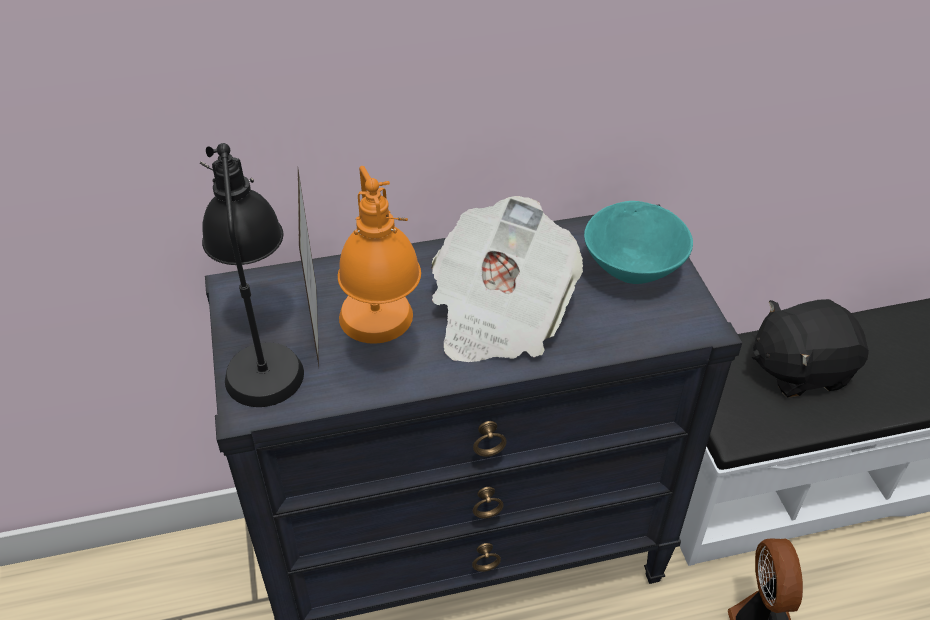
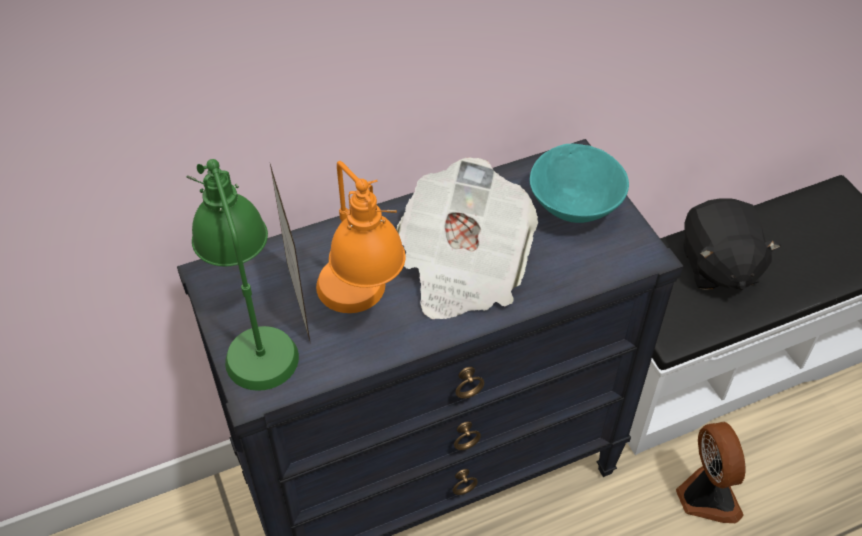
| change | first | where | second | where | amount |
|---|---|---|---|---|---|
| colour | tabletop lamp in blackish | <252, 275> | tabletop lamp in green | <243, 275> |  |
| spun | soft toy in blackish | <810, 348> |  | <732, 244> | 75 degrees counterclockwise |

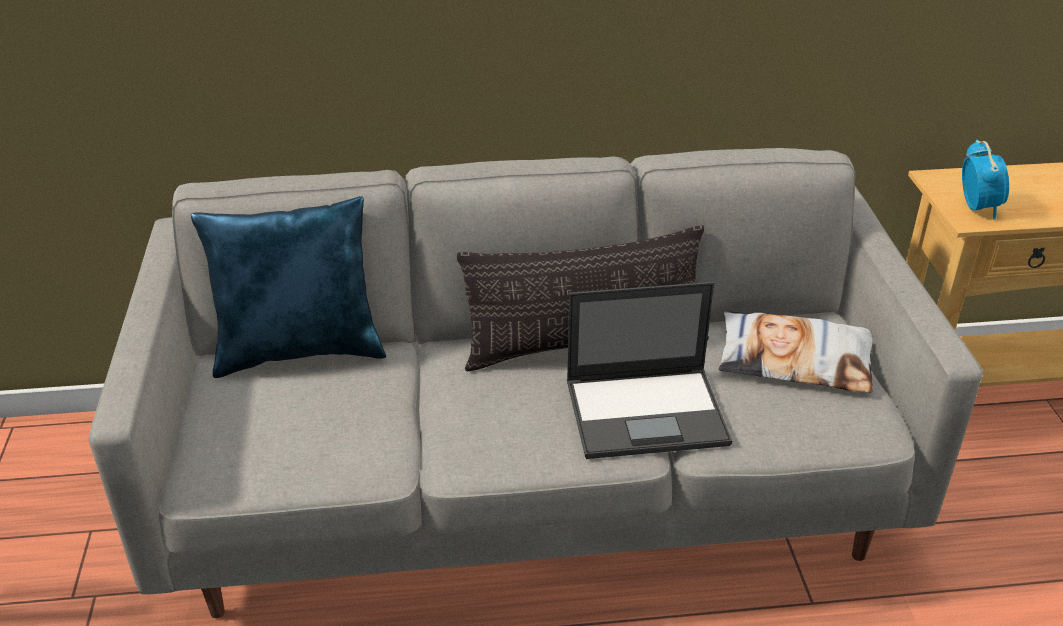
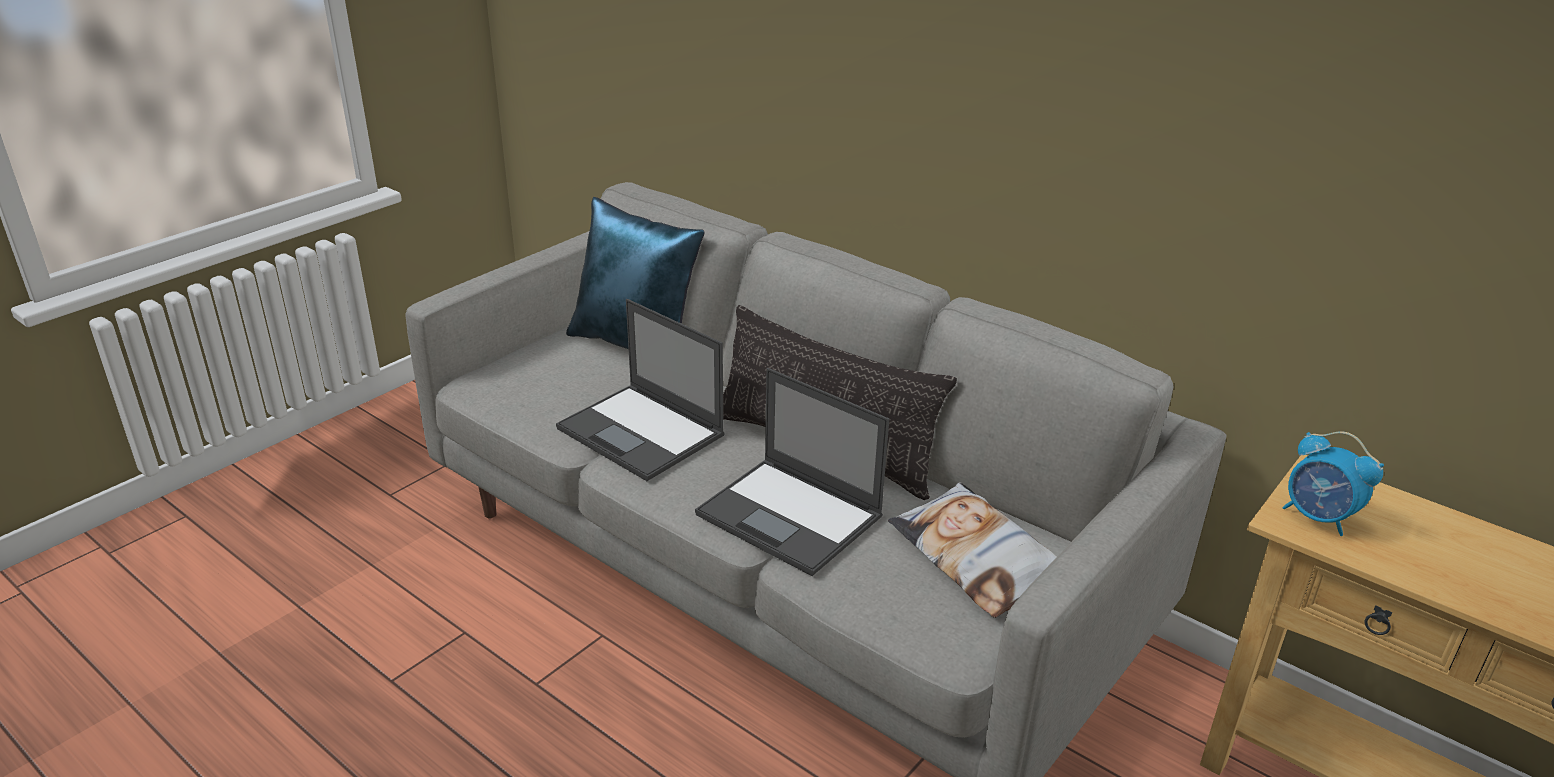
| change | first | where | second | where | amount |
|---|---|---|---|---|---|
| spun | alarm clock | <985, 180> |  | <1333, 483> | 90 degrees clockwise |
| appeared |  |  | notebook computer | <640, 390> |  |

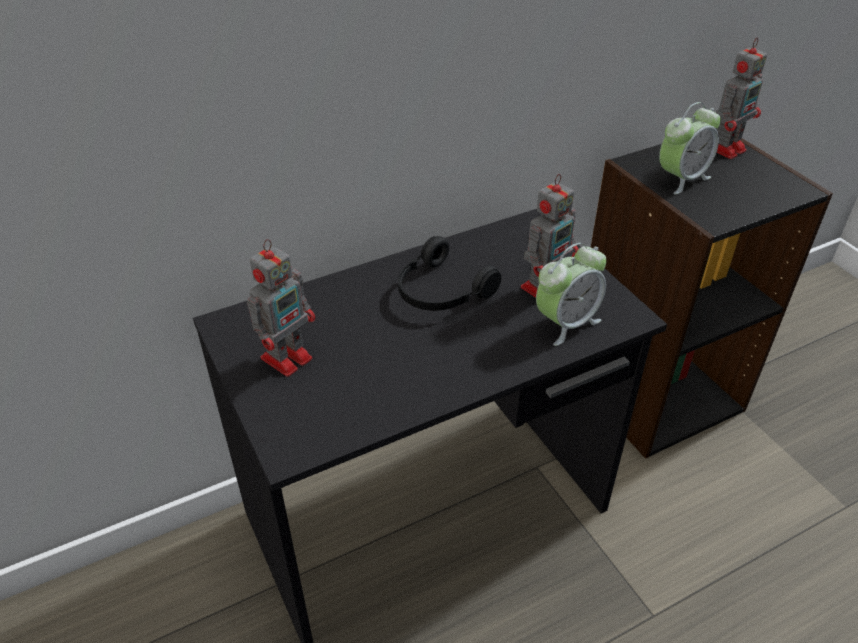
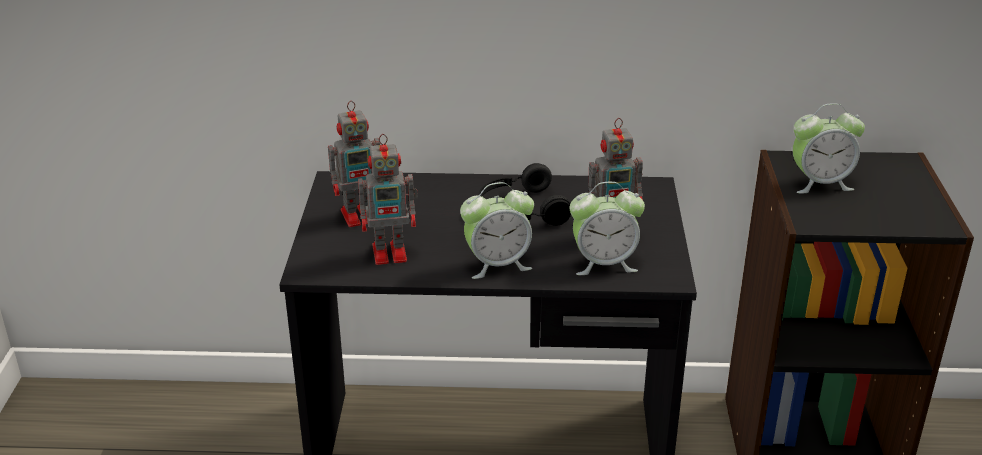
| change | first | where | second | where | amount |
|---|---|---|---|---|---|
| relocated | robot figure | <741, 98> |  | <388, 199> |  |
| appeared |  |  | alarm clock | <497, 230> |  |

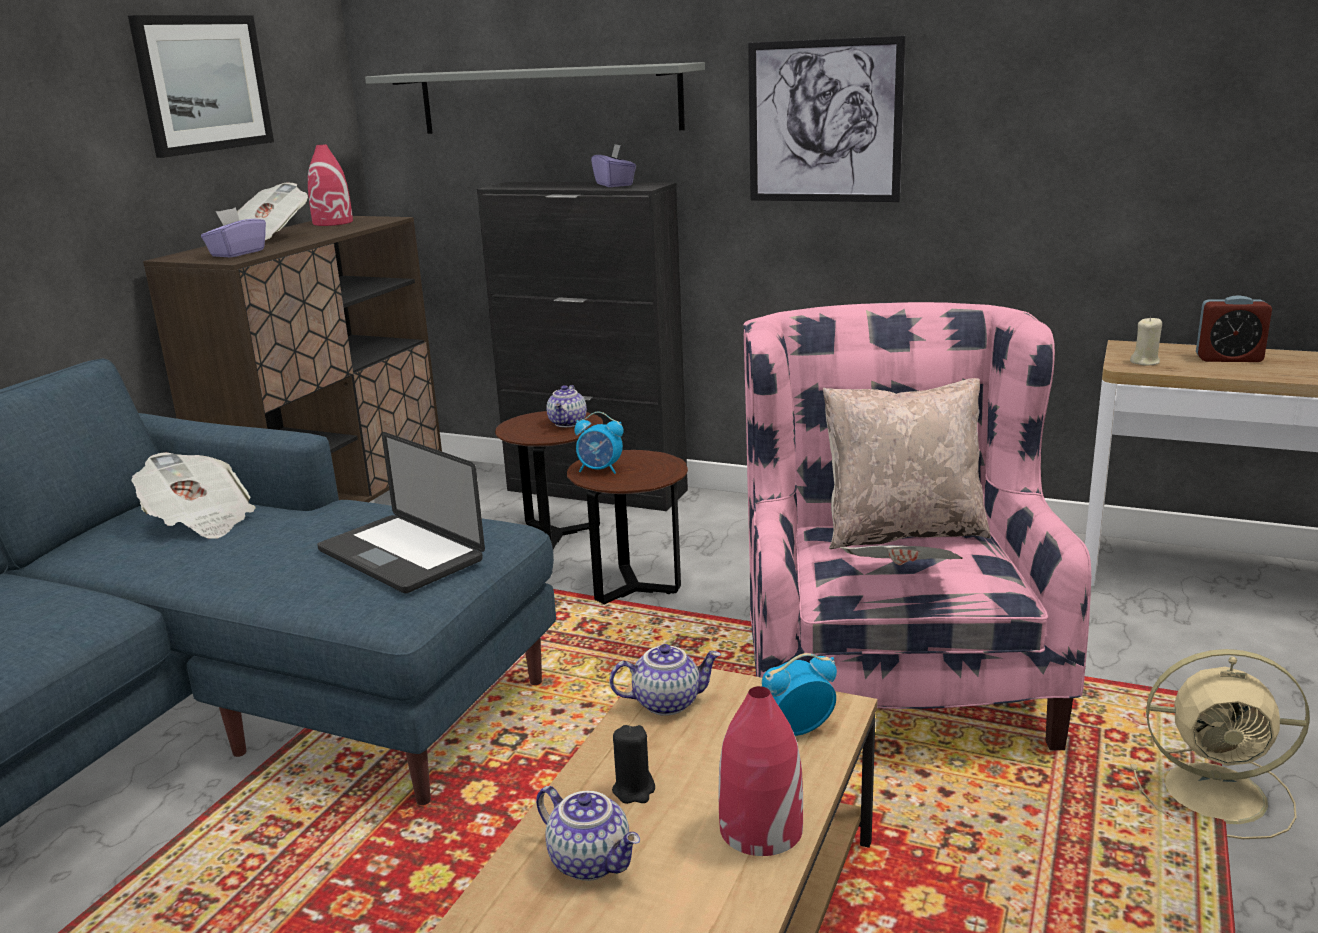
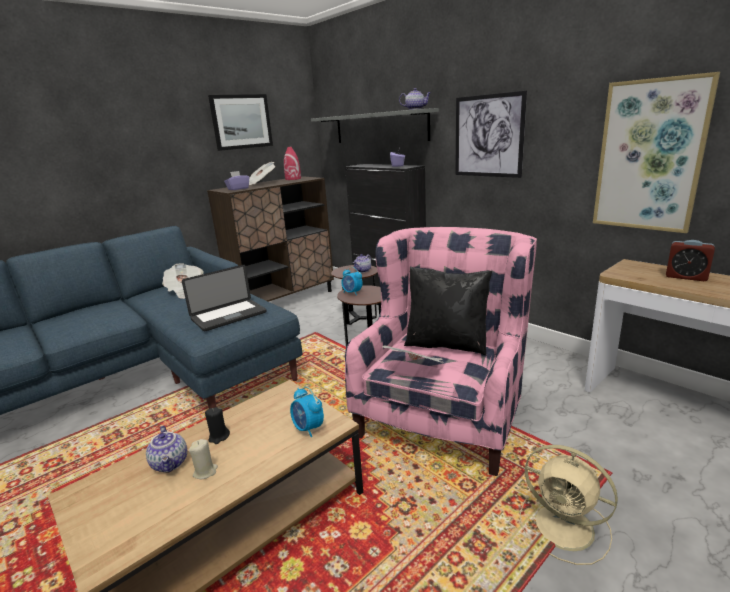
| change | first | where | second | where | amount |
|---|---|---|---|---|---|
| spun | notebook computer | <401, 512> |  | <224, 298> | 105 degrees counterclockwise |
| relocated | tea pot | <665, 680> |  | <415, 99> |  |
| missing | vase in red | <760, 771> |  |  |  |
| spun | alarm clock | <799, 694> |  | <307, 412> | 135 degrees counterclockwise |
| colour | throw pillow in sand-coloured | <907, 463> | throw pillow in blackish | <448, 311> |  |
| relocated | candle in sand-coloured | <1146, 341> |  | <203, 459> |  |
| appeared |  |  | wall picture | <656, 152> |  |

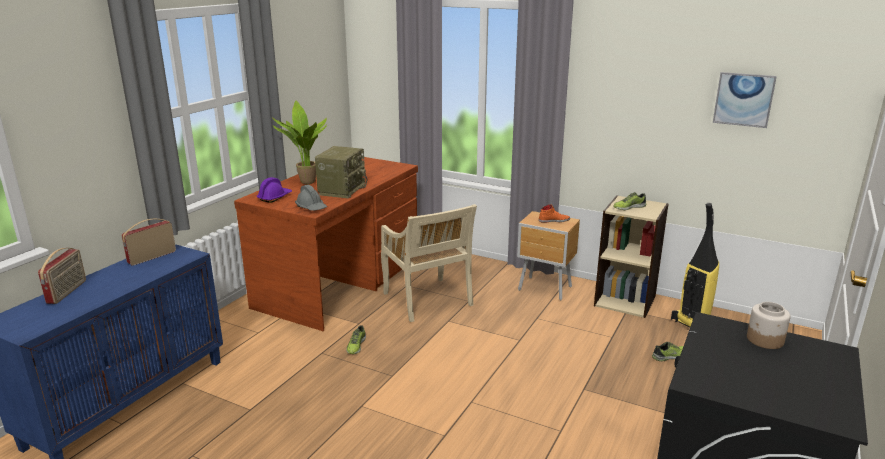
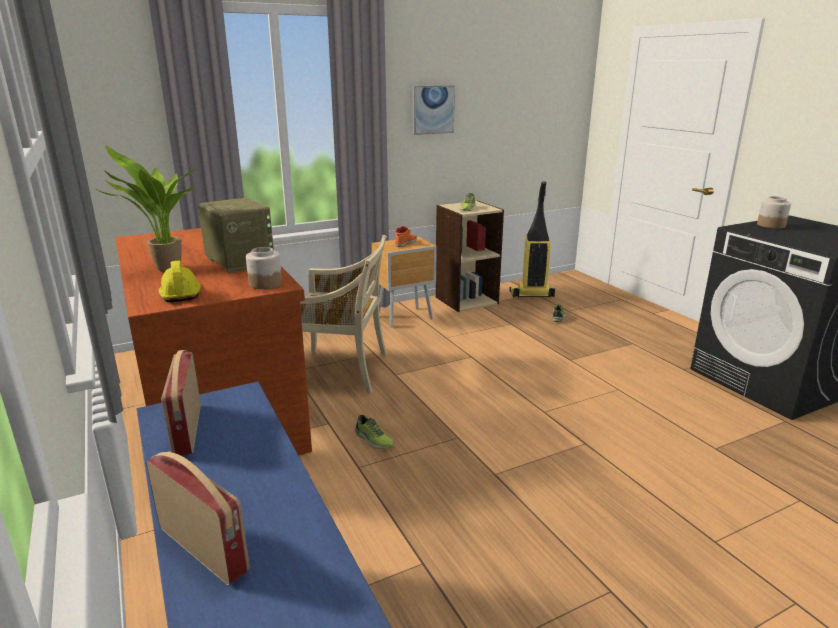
| change | first | where | second | where | amount |
|---|---|---|---|---|---|
| colour | hard hat in purple-coloured | <274, 190> | hard hat in yellow-coloured | <180, 281> |  |
| exchanged | hard hat in greyish | <311, 198> | jar | <264, 268> |  |
| relocated | wall picture | <745, 100> |  | <434, 110> |  |

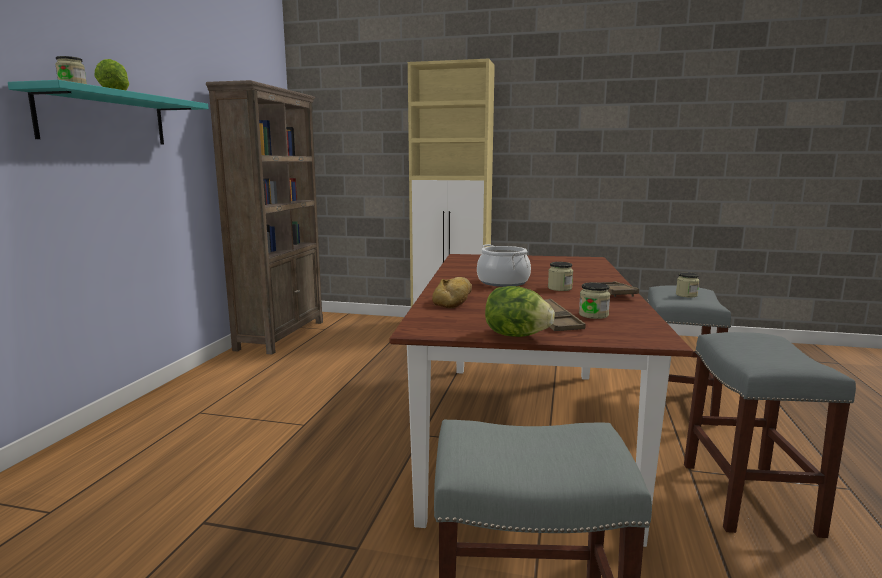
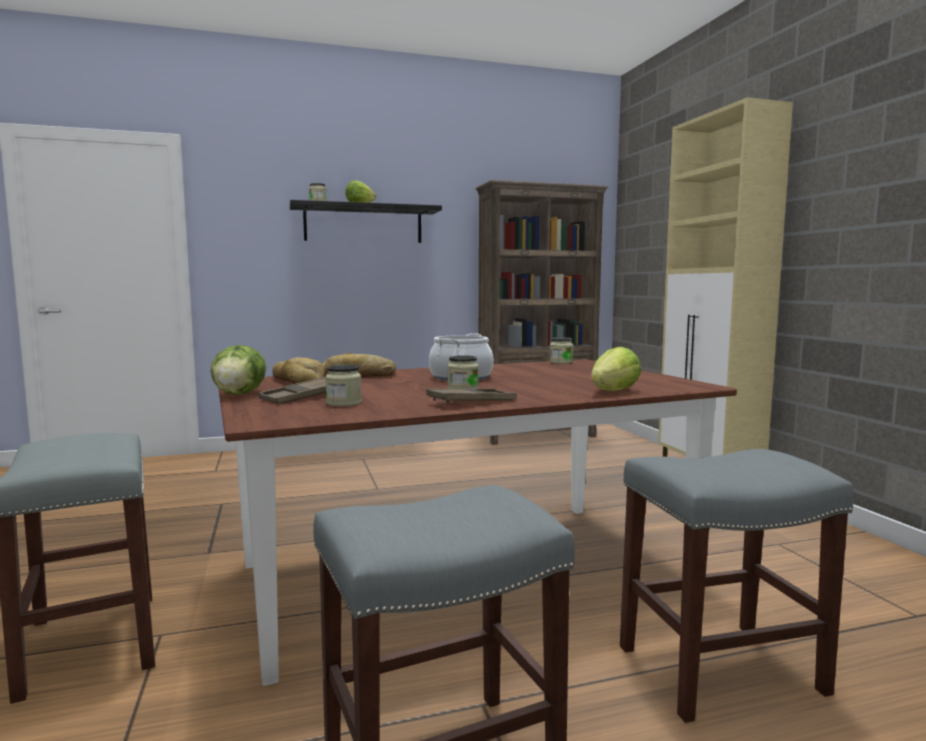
| change | first | where | second | where | amount |
|---|---|---|---|---|---|
| colour | bracket shelf in blue-green | <108, 112> | bracket shelf in blackish | <365, 221> |  |
| relocated | jar | <687, 284> |  | <561, 350> |  |
| appeared |  |  | bakery bread | <298, 370> |  |
| appeared |  |  | lettuce | <616, 369> |  |

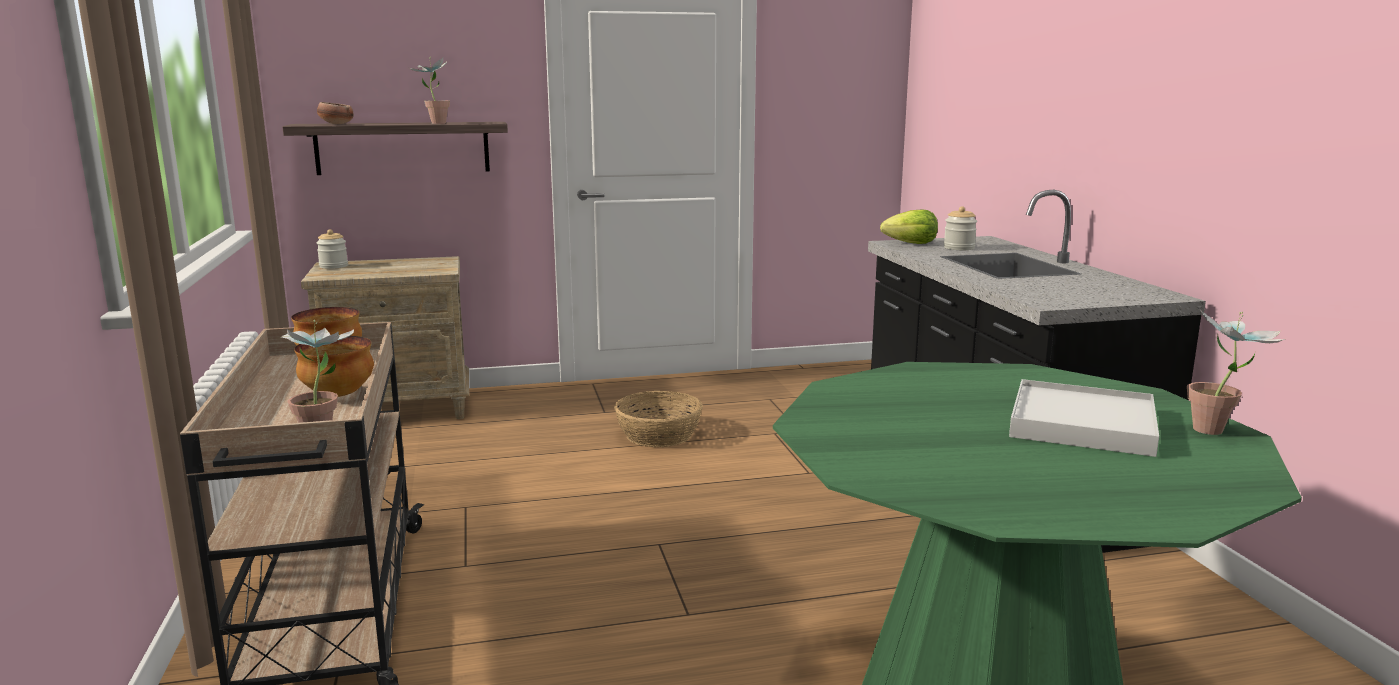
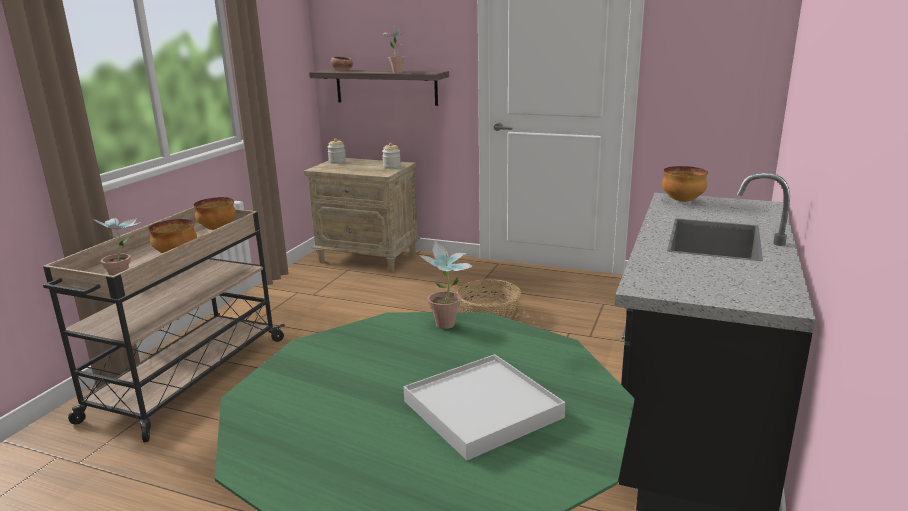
| change | first | where | second | where | amount |
|---|---|---|---|---|---|
| exchanged | lettuce | <909, 227> | serving bowl | <685, 184> |  |
| relocated | jar | <960, 228> |  | <391, 156> |  |
| relocated | plant in a pot | <1236, 371> |  | <446, 284> |  |

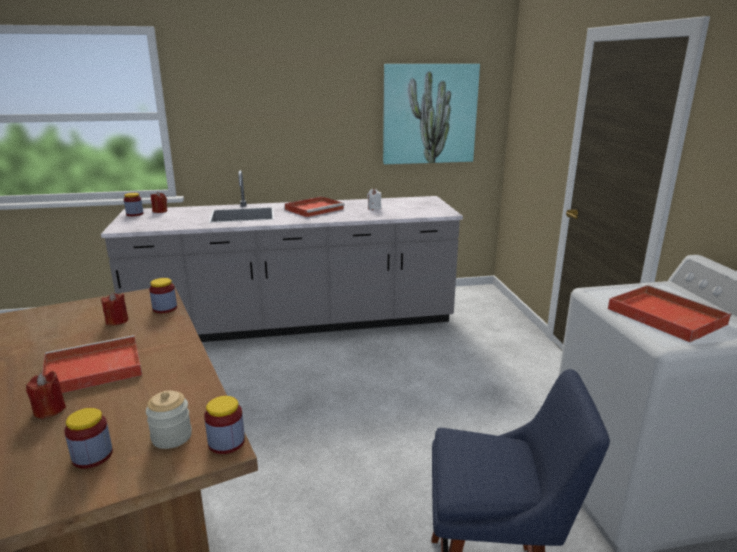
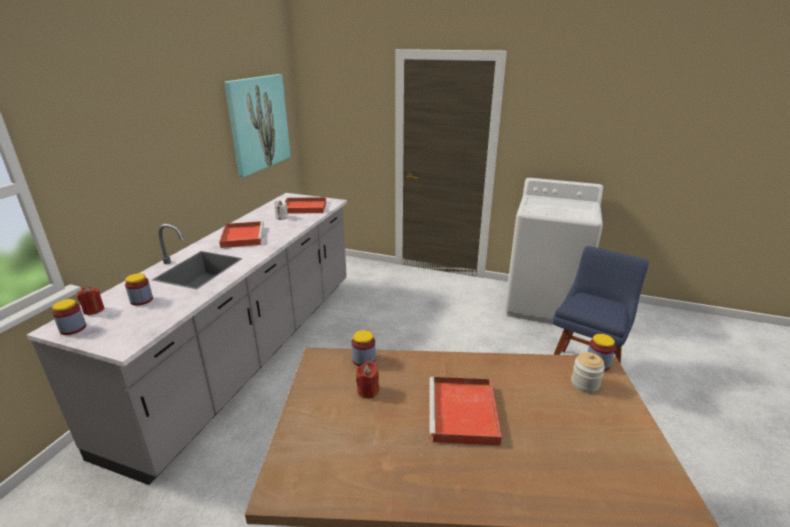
| change | first | where | second | where | amount |
|---|---|---|---|---|---|
| missing | candle in red | <46, 395> |  |  |  |
| relocated | jar | <88, 438> |  | <139, 289> |  |
| relocated | serving tray in red | <670, 313> |  | <305, 205> |  |

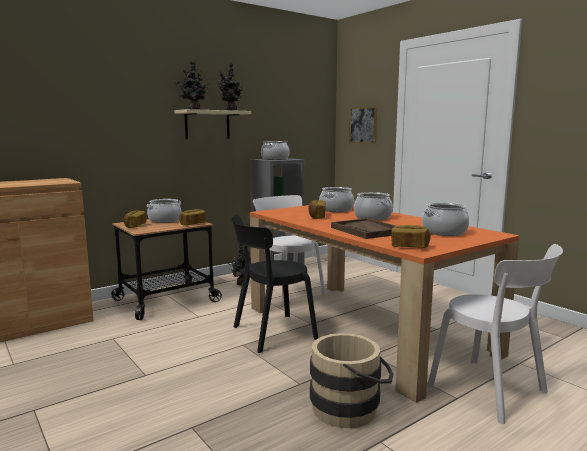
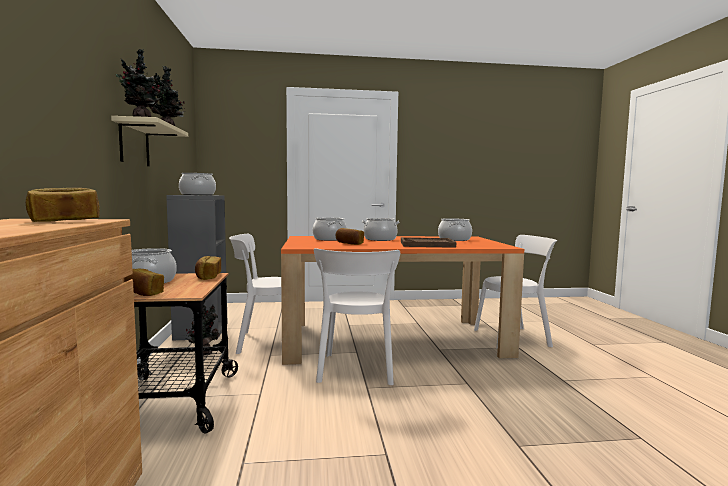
| change | first | where | second | where | amount |
|---|---|---|---|---|---|
| colour | chair in blackish | <274, 284> | chair in whitish | <357, 316> |  |
| missing | pail in sand-coloured | <352, 380> |  |  |  |
| missing | wall picture | <363, 125> |  |  |  |
| relocated | bakery bread | <411, 236> |  | <63, 205> |  |

